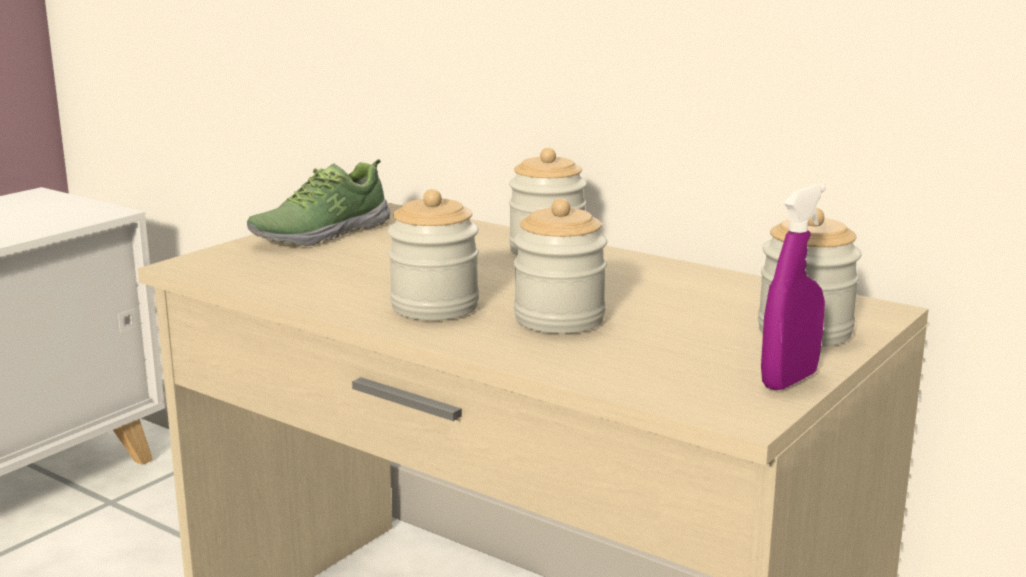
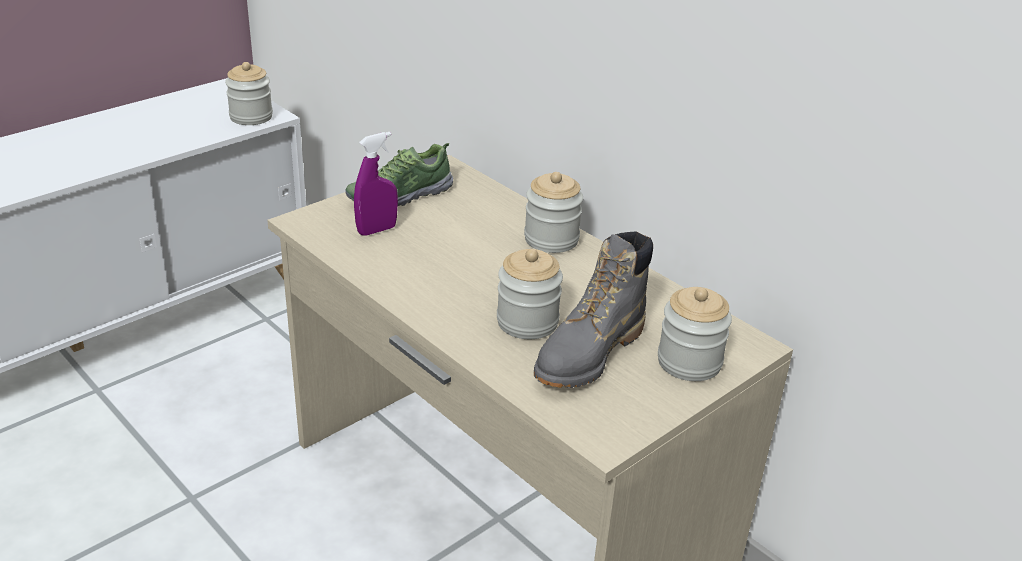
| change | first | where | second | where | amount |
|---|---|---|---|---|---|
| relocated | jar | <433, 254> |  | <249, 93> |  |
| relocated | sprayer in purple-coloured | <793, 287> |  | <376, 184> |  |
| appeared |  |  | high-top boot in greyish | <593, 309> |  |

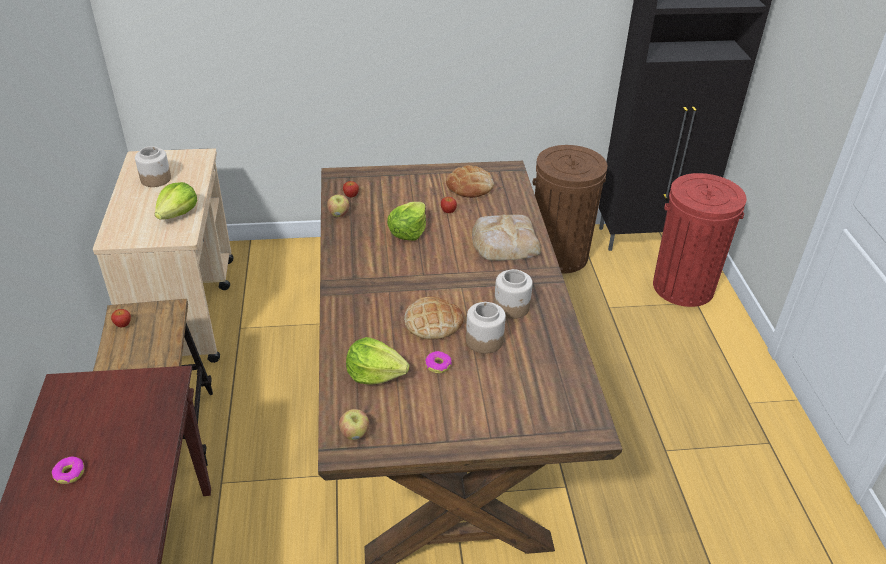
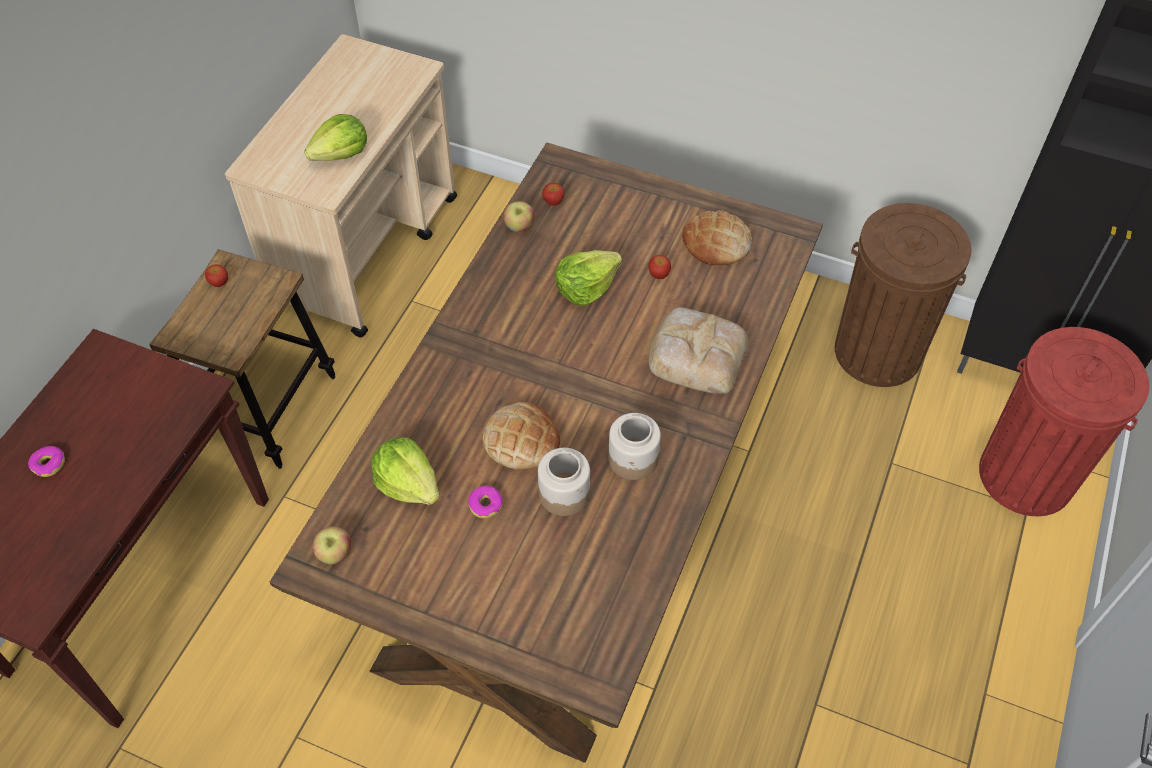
| change | first | where | second | where | amount |
|---|---|---|---|---|---|
| missing | jar | <153, 166> |  |  |  |

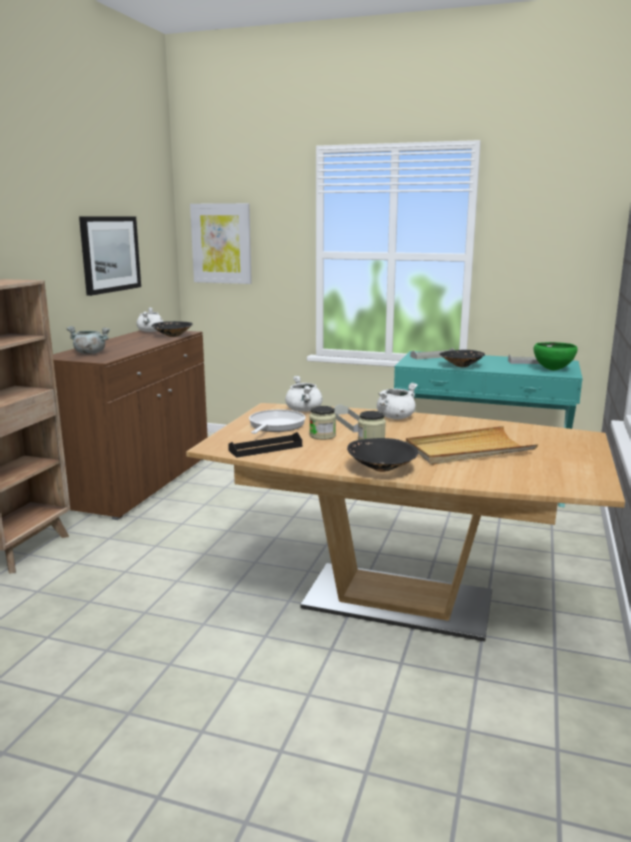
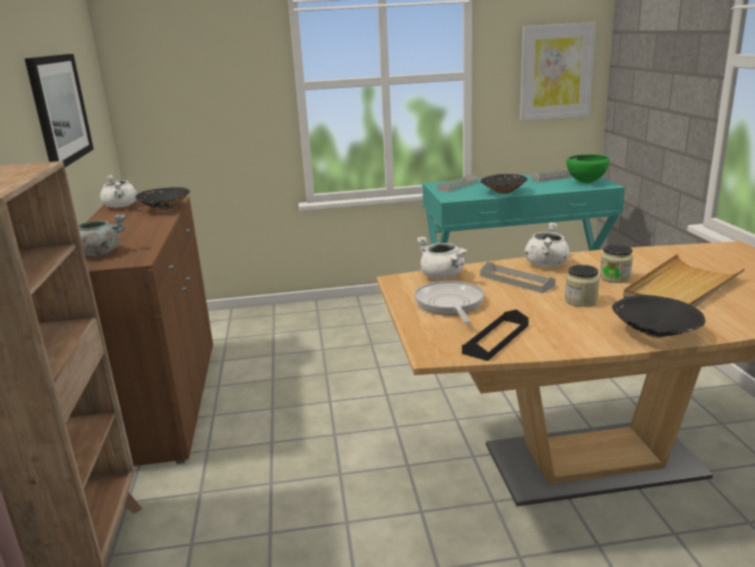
| change | first | where | second | where | amount |
|---|---|---|---|---|---|
| relocated | wall picture | <221, 243> |  | <558, 71> |  |
| relocated | jar | <322, 423> |  | <616, 264> |  |

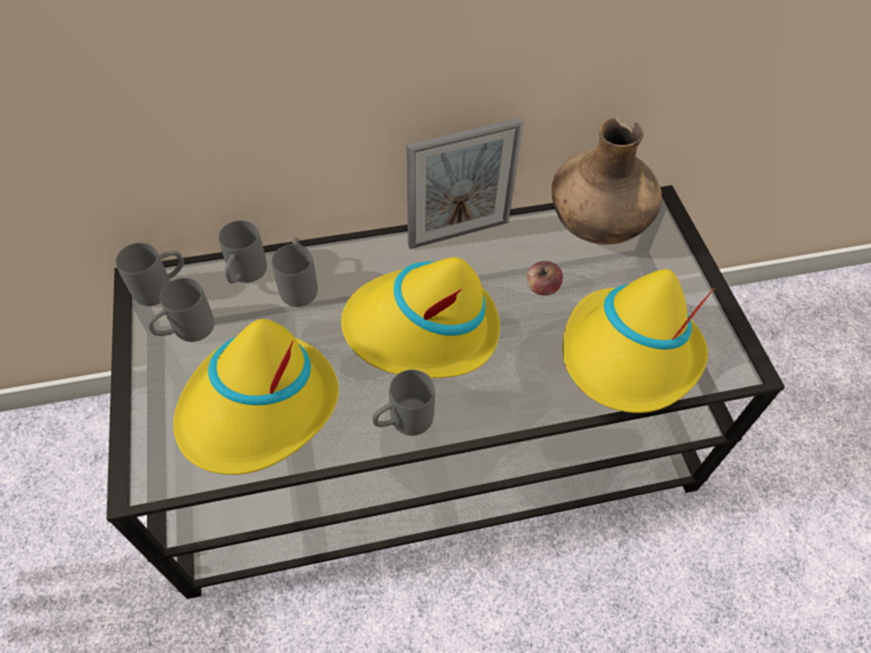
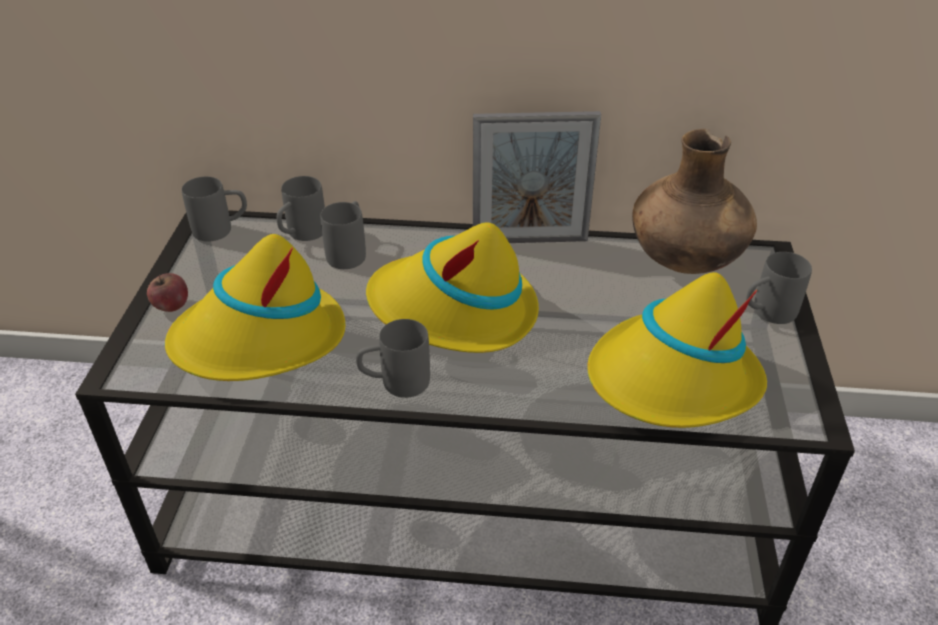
| change | first | where | second | where | amount |
|---|---|---|---|---|---|
| relocated | coffee mug in greyish | <181, 310> |  | <779, 288> |  |
| relocated | whole apple | <545, 278> |  | <167, 292> |  |

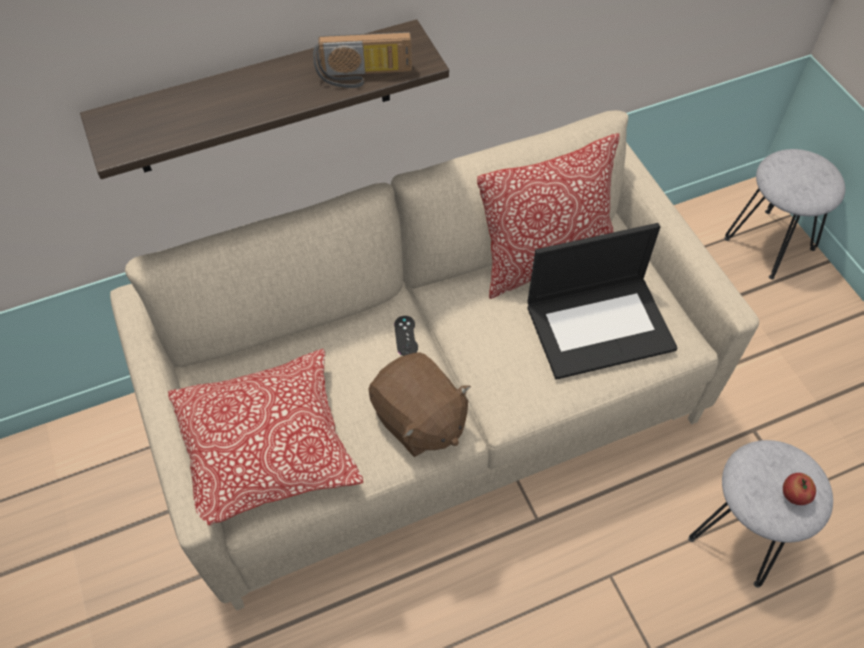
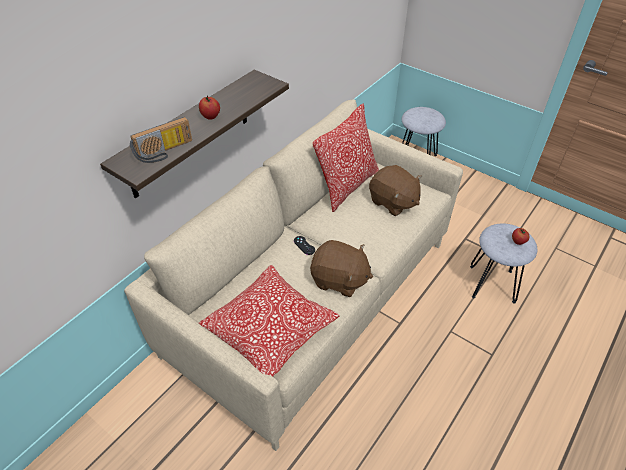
| change | first | where | second | where | amount |
|---|---|---|---|---|---|
| relocated | radio receiver | <362, 60> |  | <161, 140> |  |
| exchanged | notebook computer | <602, 301> | soft toy in brownish | <395, 190> |  |
| appeared |  |  | whole apple | <209, 108> |  |

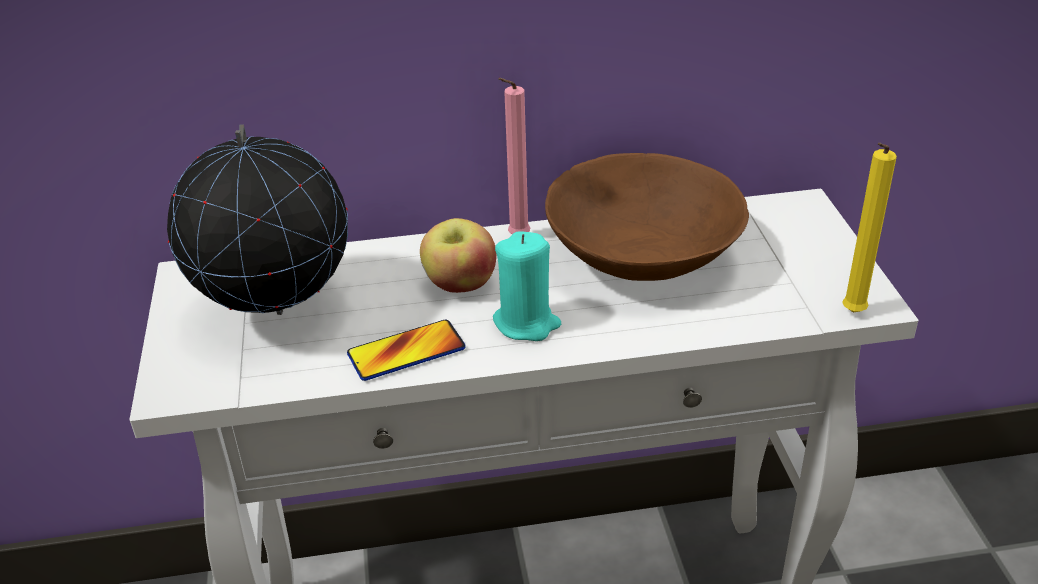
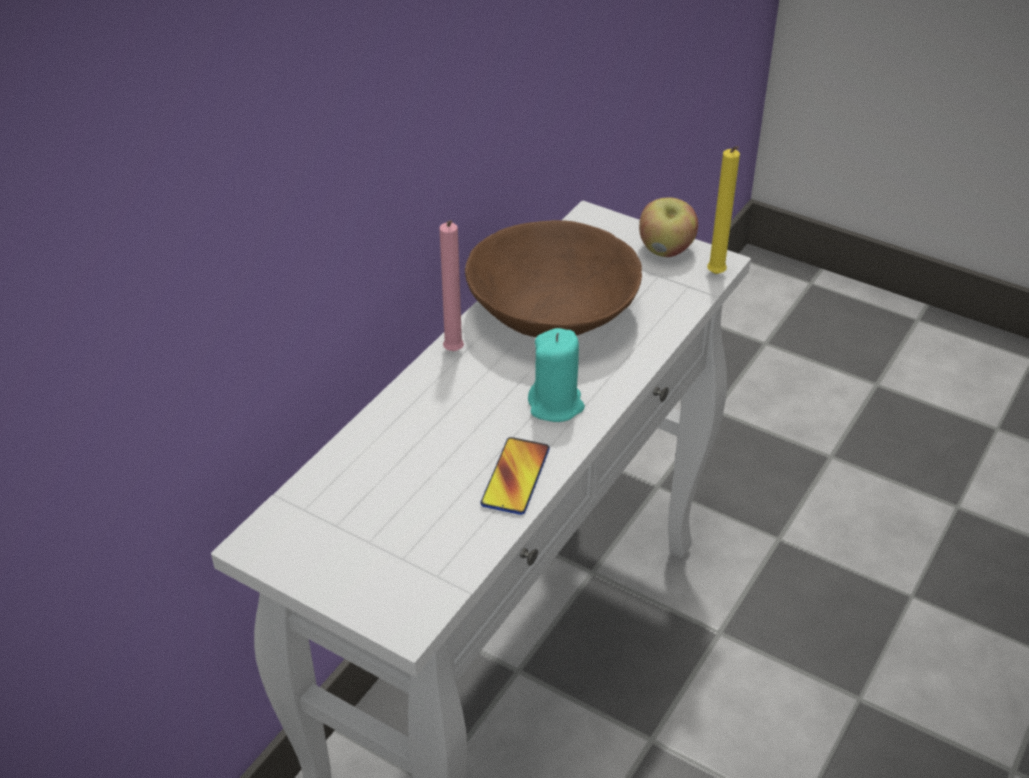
| change | first | where | second | where | amount |
|---|---|---|---|---|---|
| missing | world globe | <257, 219> |  |  |  |
| relocated | whole apple | <458, 255> |  | <668, 227> |  |

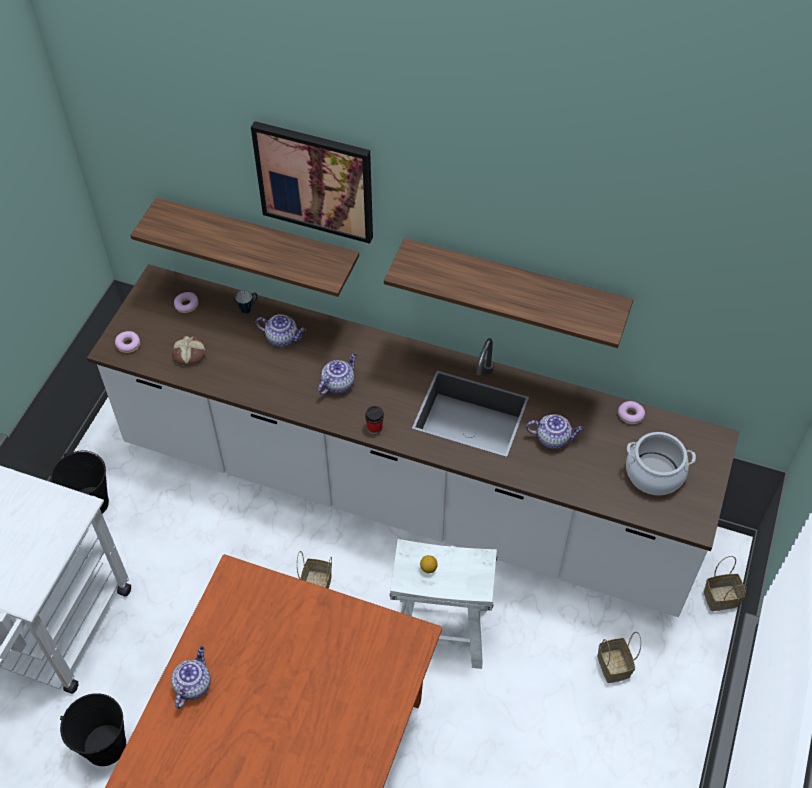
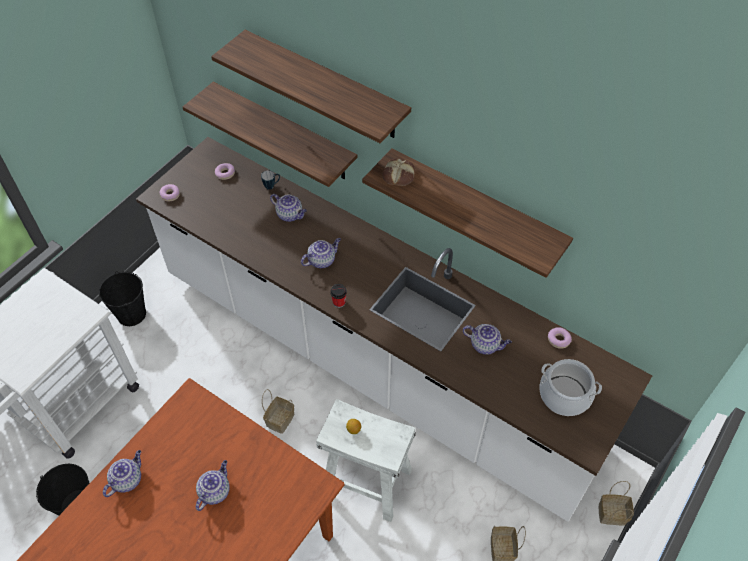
| change | first | where | second | where | amount |
|---|---|---|---|---|---|
| relocated | bakery bread | <189, 350> |  | <398, 172> |  |
| exchanged | wall picture | <312, 182> | bracket shelf | <311, 86> |  |
| appeared |  |  | tea pot | <213, 485> |  |

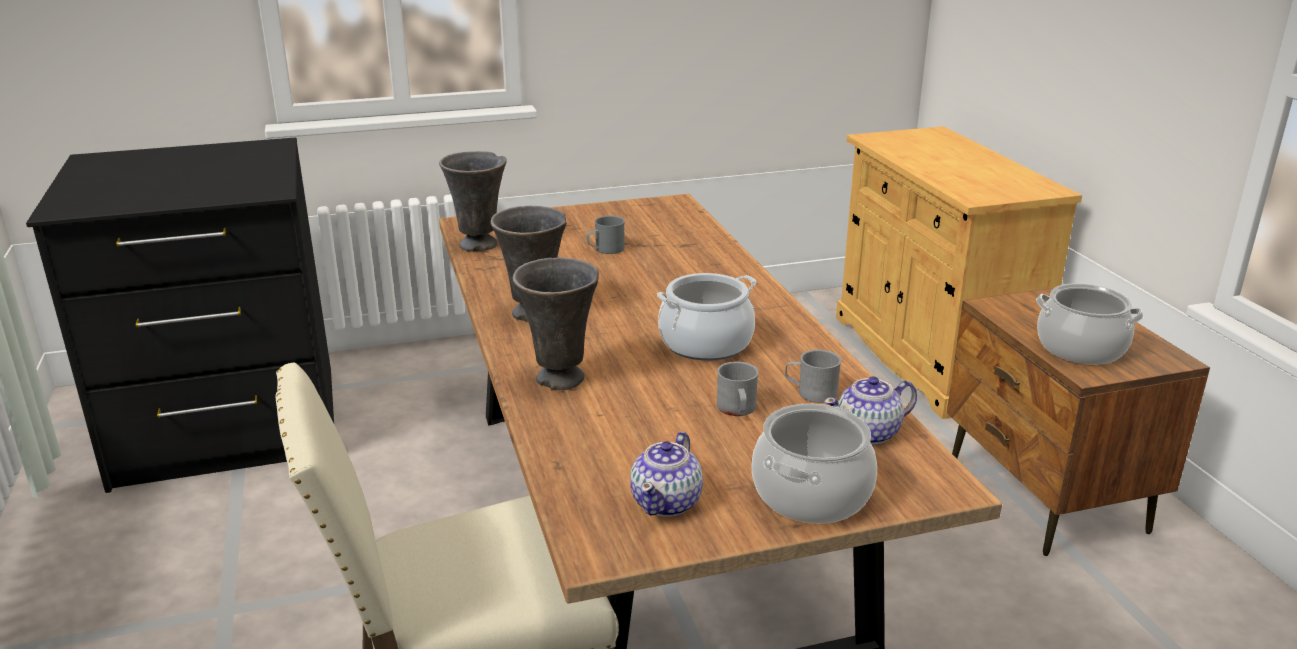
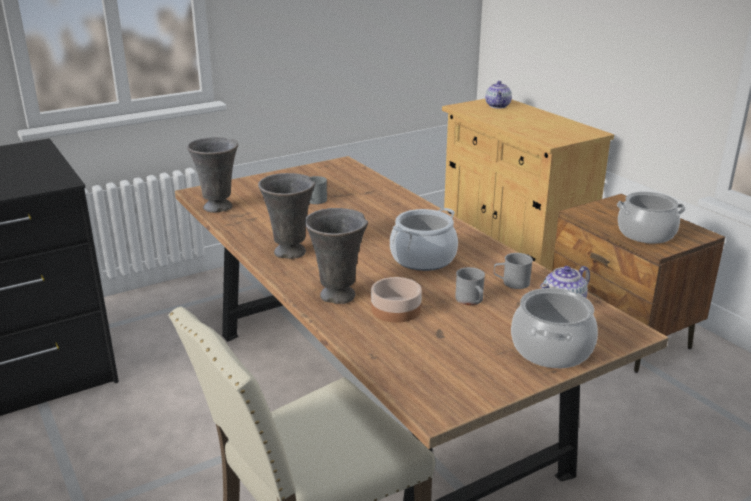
| change | first | where | second | where | amount |
|---|---|---|---|---|---|
| relocated | tea pot | <666, 474> |  | <498, 94> |  |
| appeared |  |  | serving bowl | <396, 300> |  |

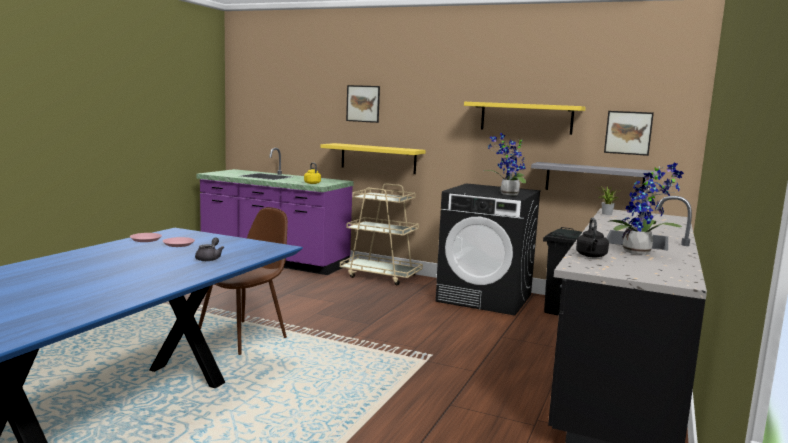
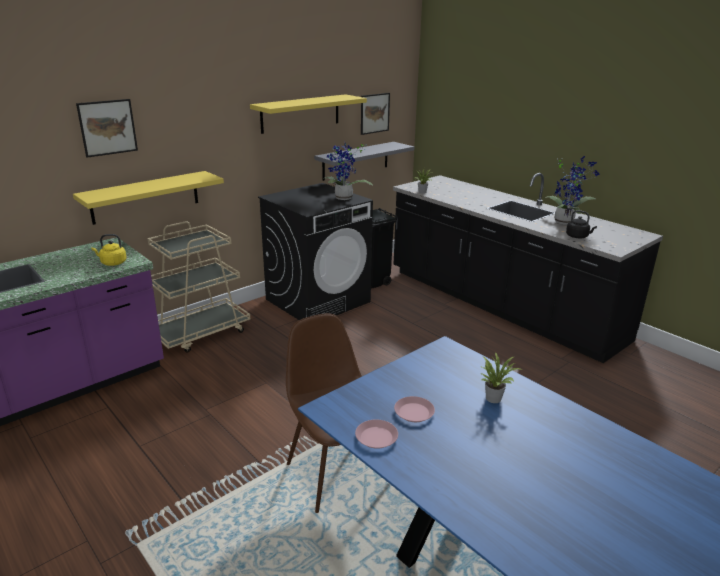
| change | first | where | second | where | amount |
|---|---|---|---|---|---|
| exchanged | tea pot in greyish | <209, 249> | plant in a pot | <502, 377> |  |

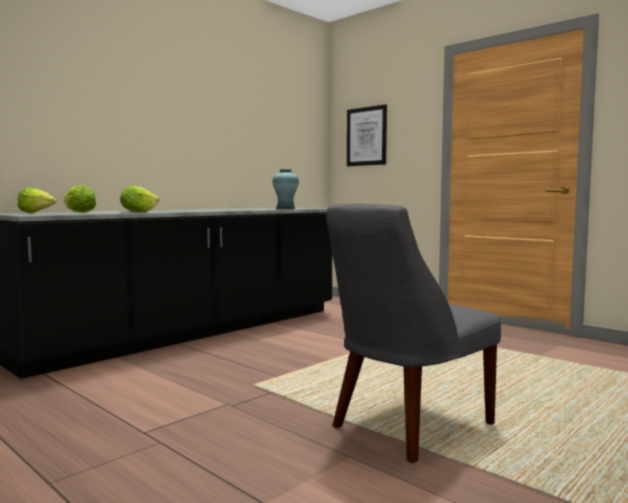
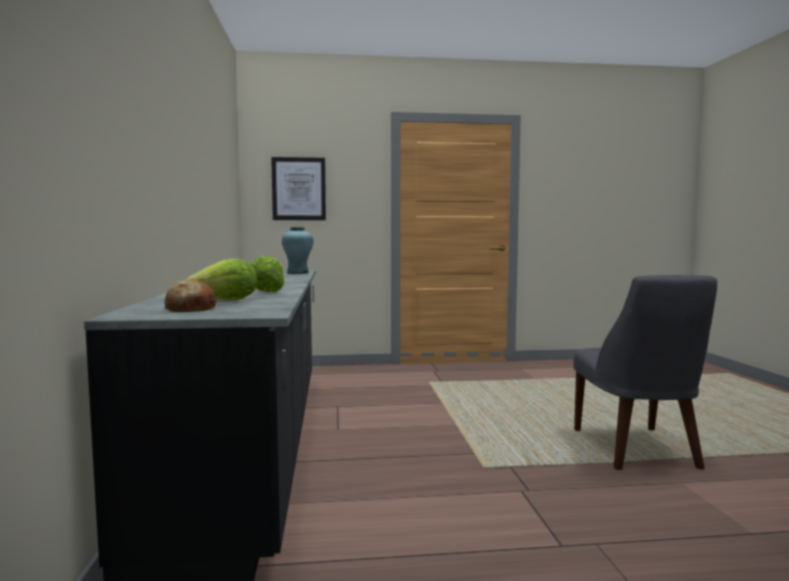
| change | first | where | second | where | amount |
|---|---|---|---|---|---|
| exchanged | lettuce | <37, 200> | bakery bread | <190, 295> |  |

